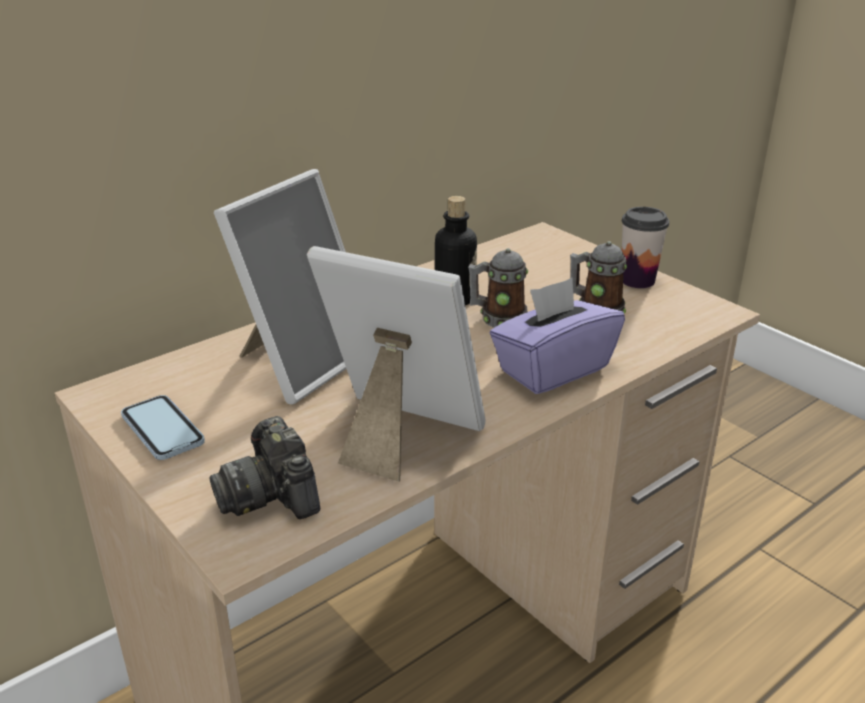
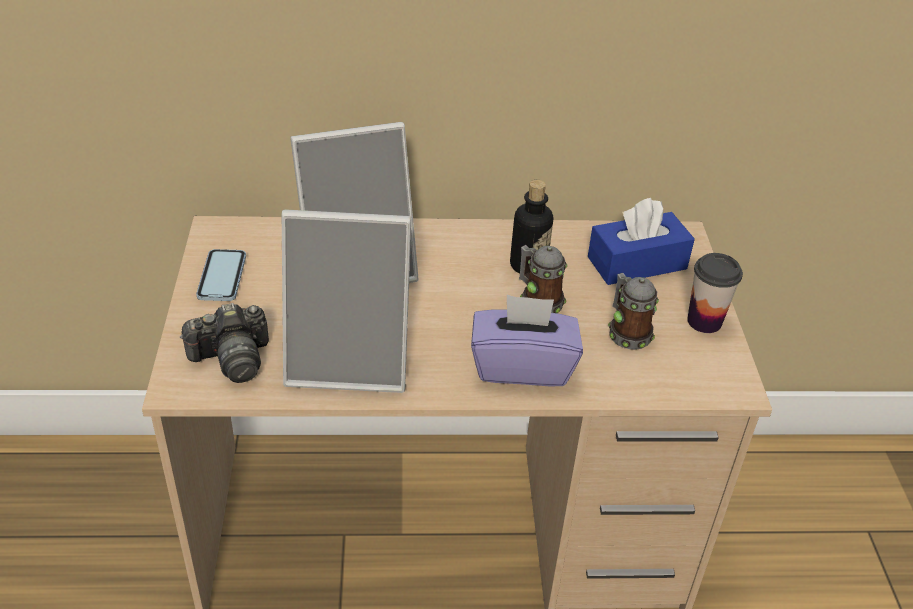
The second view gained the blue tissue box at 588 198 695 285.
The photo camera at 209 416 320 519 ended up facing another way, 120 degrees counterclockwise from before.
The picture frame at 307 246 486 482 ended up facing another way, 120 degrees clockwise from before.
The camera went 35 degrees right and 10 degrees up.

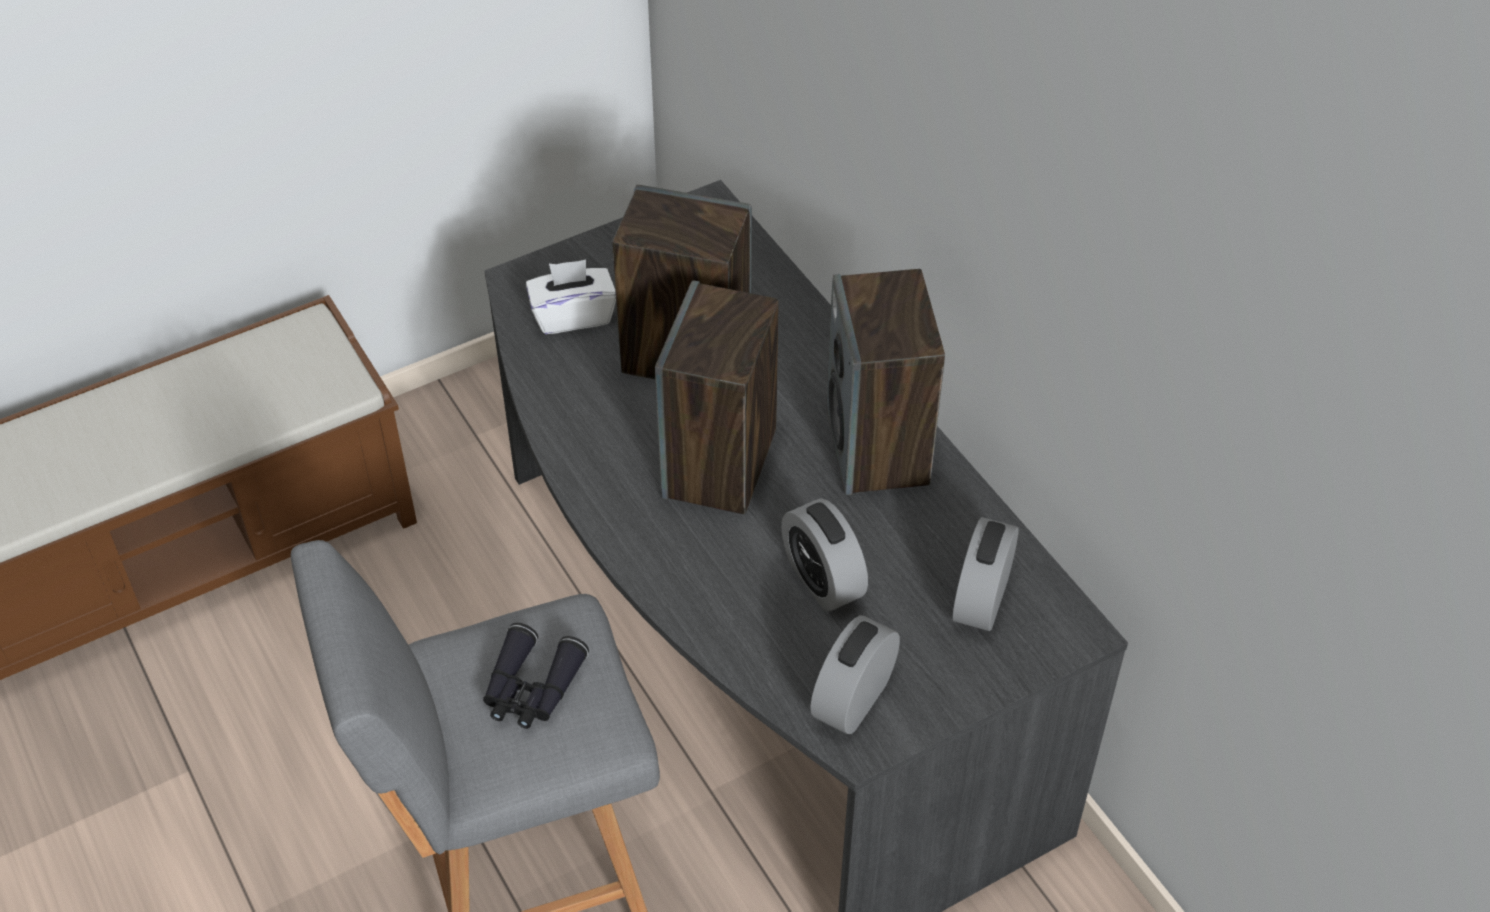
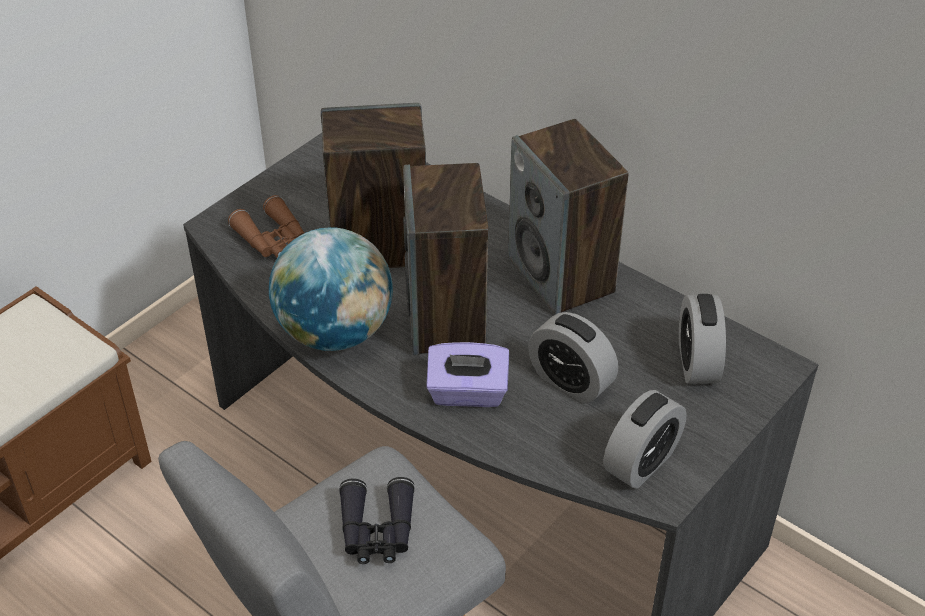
The second view gained the globe at 269 227 393 351.
The second view gained the purple tissue box at 426 342 509 407.
Where the white tissue box stood at 526 259 616 334, the brown binoculars came to stand at 228 195 304 258.
The alarm clock at 810 615 900 734 ended up facing another way, 150 degrees counterclockwise from before.
The camera went 20 degrees left and 5 degrees down.

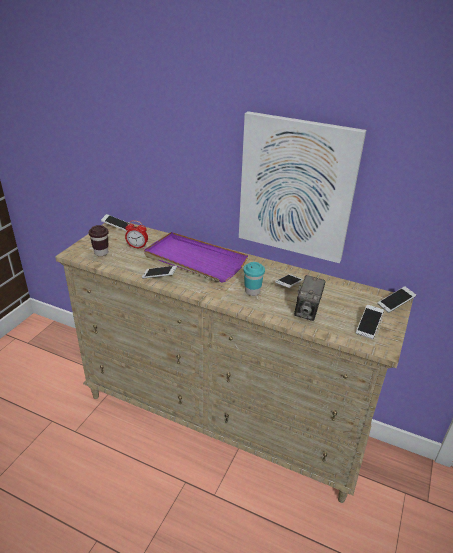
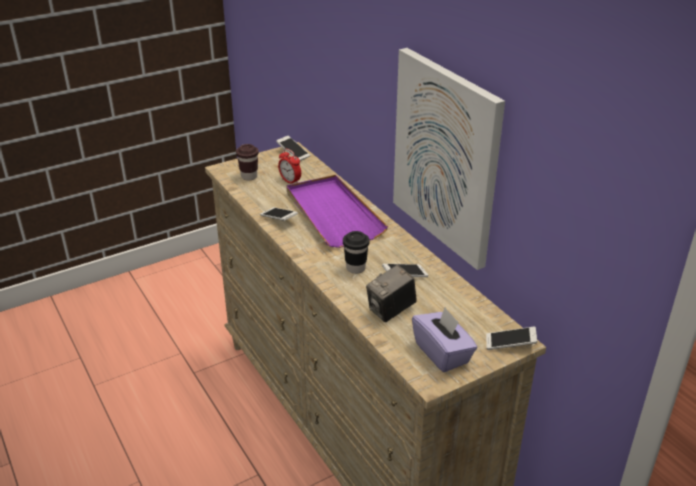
Where the phone stood at 356 305 384 339, the purple tissue box came to stand at 412 307 478 372.
What was the turquoise cup at 243 262 265 296 turned into the black cup at 343 231 370 274.
The camera went 35 degrees right and 0 degrees up.

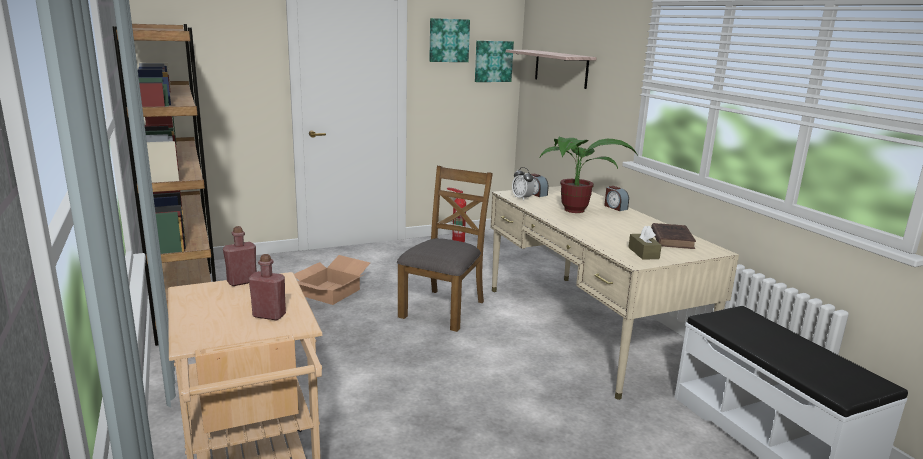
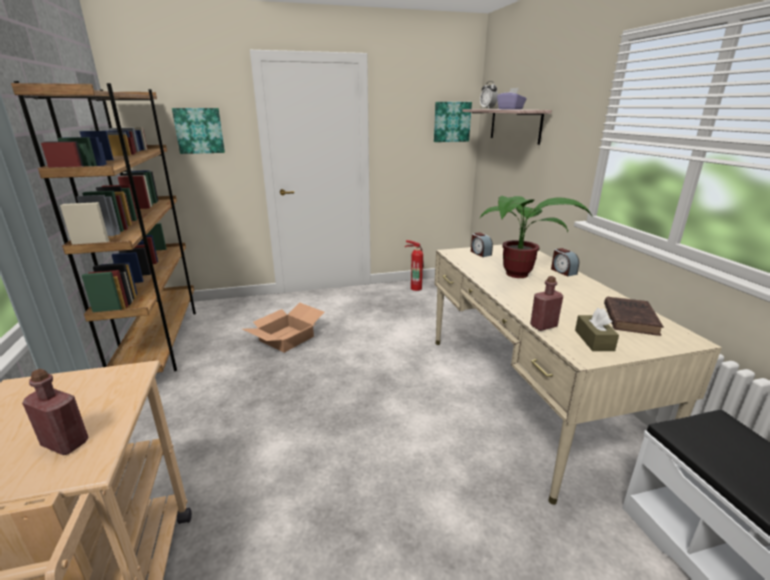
The second view lost the brown chair at 397 165 493 332.
The second view gained the purple tissue box at 497 88 526 110.
The red bottle ended up elsewhere, having gone from 223 226 257 286 to 530 276 563 331.
The picture ended up elsewhere, having gone from 429 18 470 62 to 172 108 225 154.
The alarm clock ended up elsewhere, having gone from 512 167 535 201 to 480 81 498 109.
The camera went 10 degrees right and 5 degrees up.

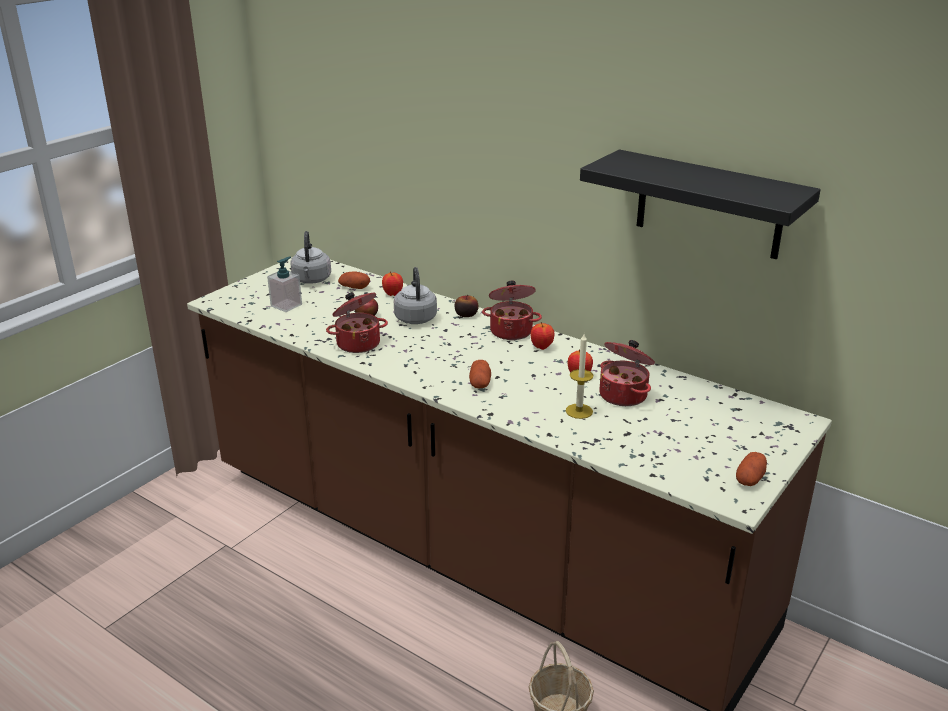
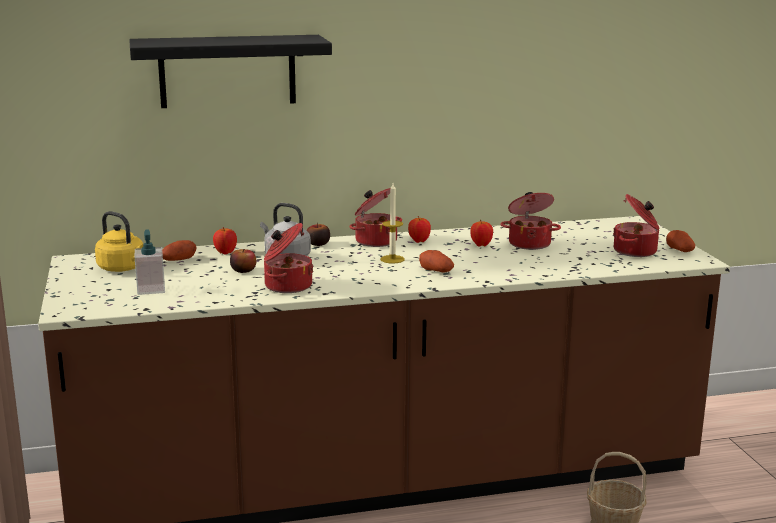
The second view gained the cooking pot at 613 194 660 257.
The candle ended up elsewhere, having gone from 566 334 593 419 to 380 183 405 264.
The black shelf ended up elsewhere, having gone from 580 150 821 260 to 130 35 332 108.
What was the grey kettle at 290 231 331 284 turned into the yellow kettle at 95 211 143 272.
The camera went 50 degrees left and 10 degrees down.

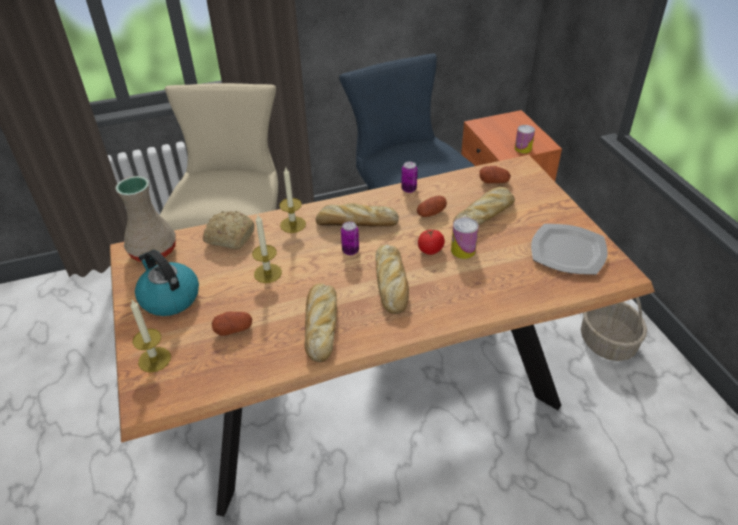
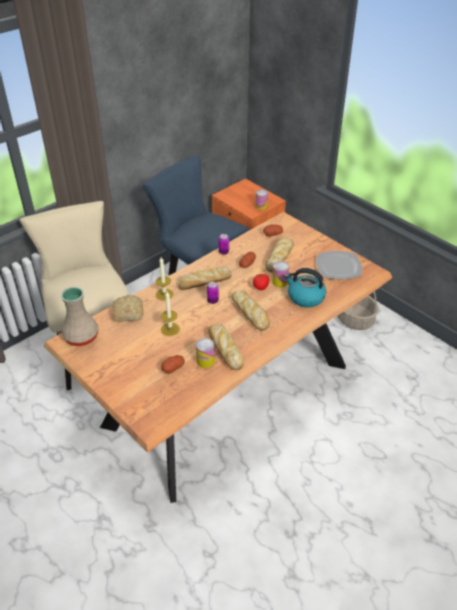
The second view lost the candle at 130 300 171 373.
The second view gained the can at 196 338 215 368.
The kettle ended up elsewhere, having gone from 135 250 199 316 to 284 268 326 307.
The camera went 25 degrees left and 0 degrees up.

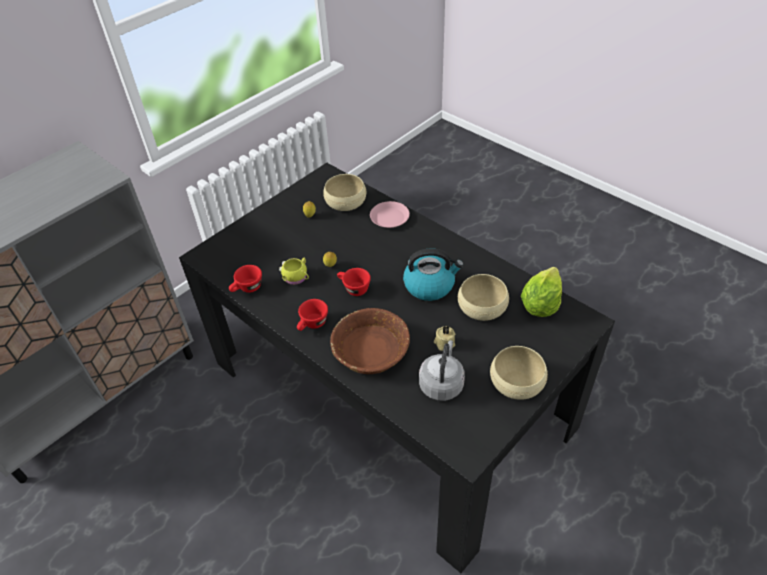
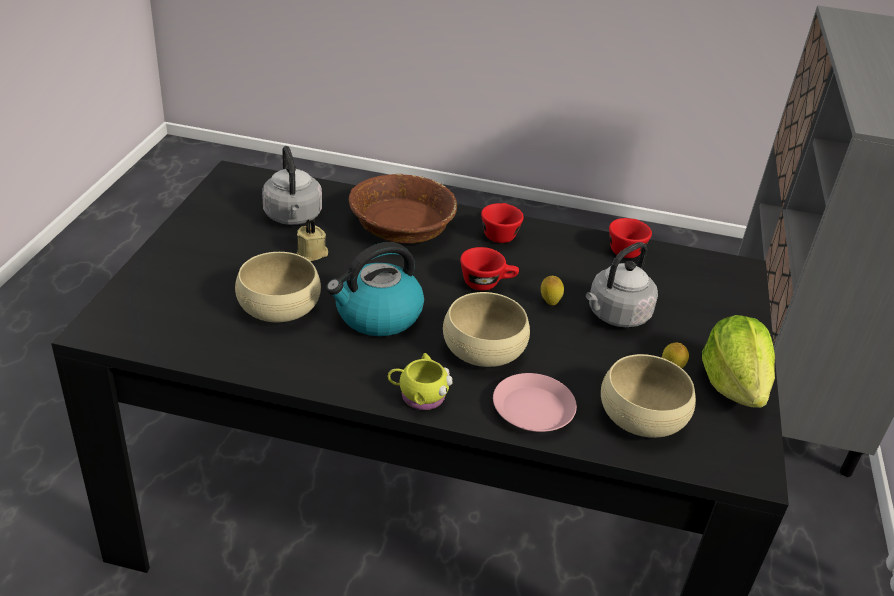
The second view gained the grey kettle at 586 242 658 327.
The yellow mug ended up elsewhere, having gone from 279 258 309 285 to 388 353 453 410.
The beige bowl ended up elsewhere, having gone from 490 346 548 400 to 443 292 530 367.
The lettuce ended up elsewhere, having gone from 521 267 562 317 to 702 315 775 408.
The camera went 145 degrees right and 10 degrees down.

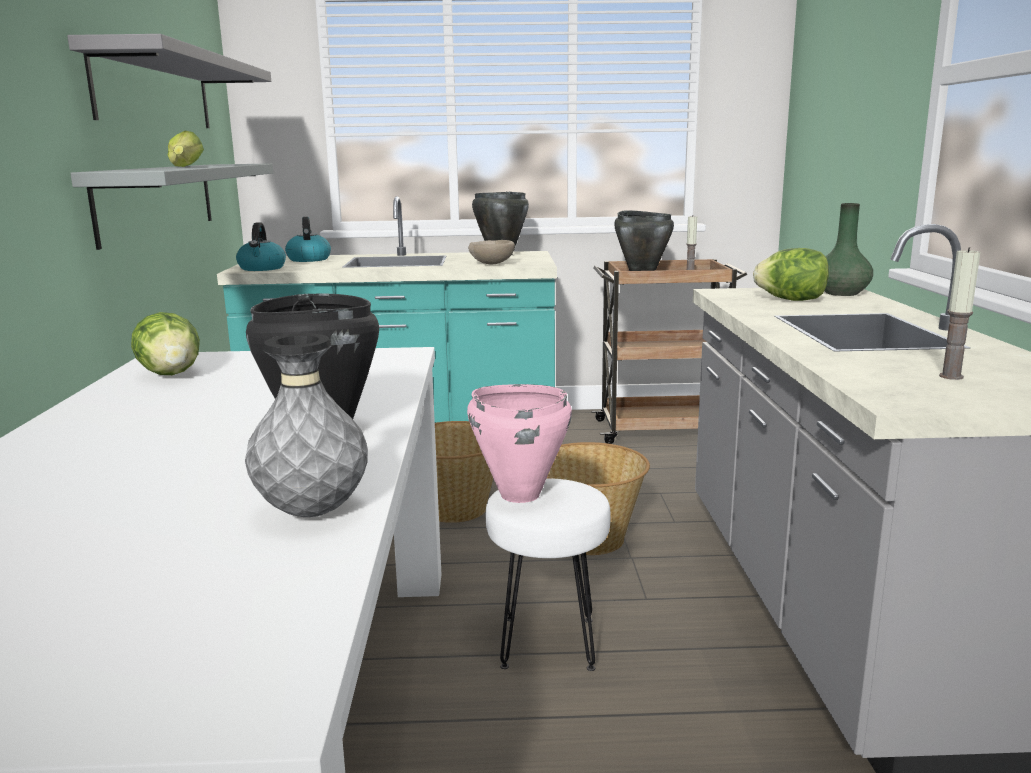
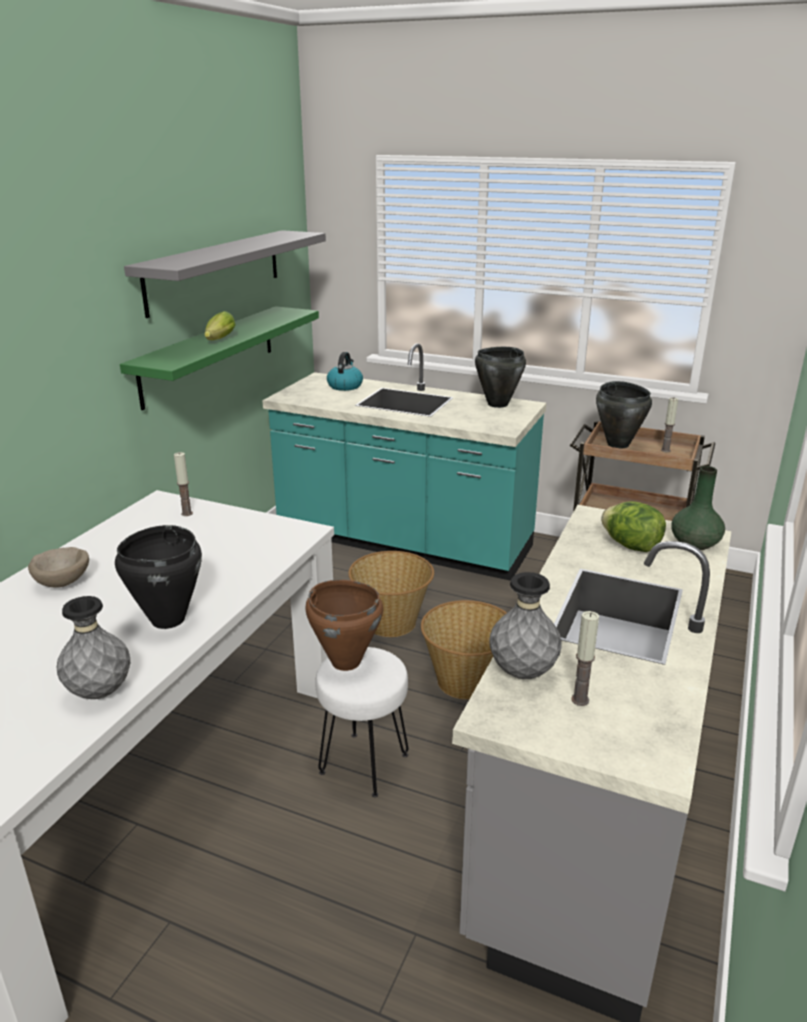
The second view lost the lettuce at 131 312 200 375.
The second view lost the kettle at 236 222 286 271.
The second view gained the candle at 174 452 193 516.
The second view gained the grey vase at 489 572 562 679.
The beige bowl ended up elsewhere, having gone from 468 240 515 264 to 28 547 89 587.
What was the grey shelf at 70 163 273 250 turned into the green shelf at 120 306 319 410.
What was the pink cooking pot at 467 384 572 503 turned into the brown cooking pot at 305 580 383 671.
The camera went 25 degrees right and 10 degrees up.

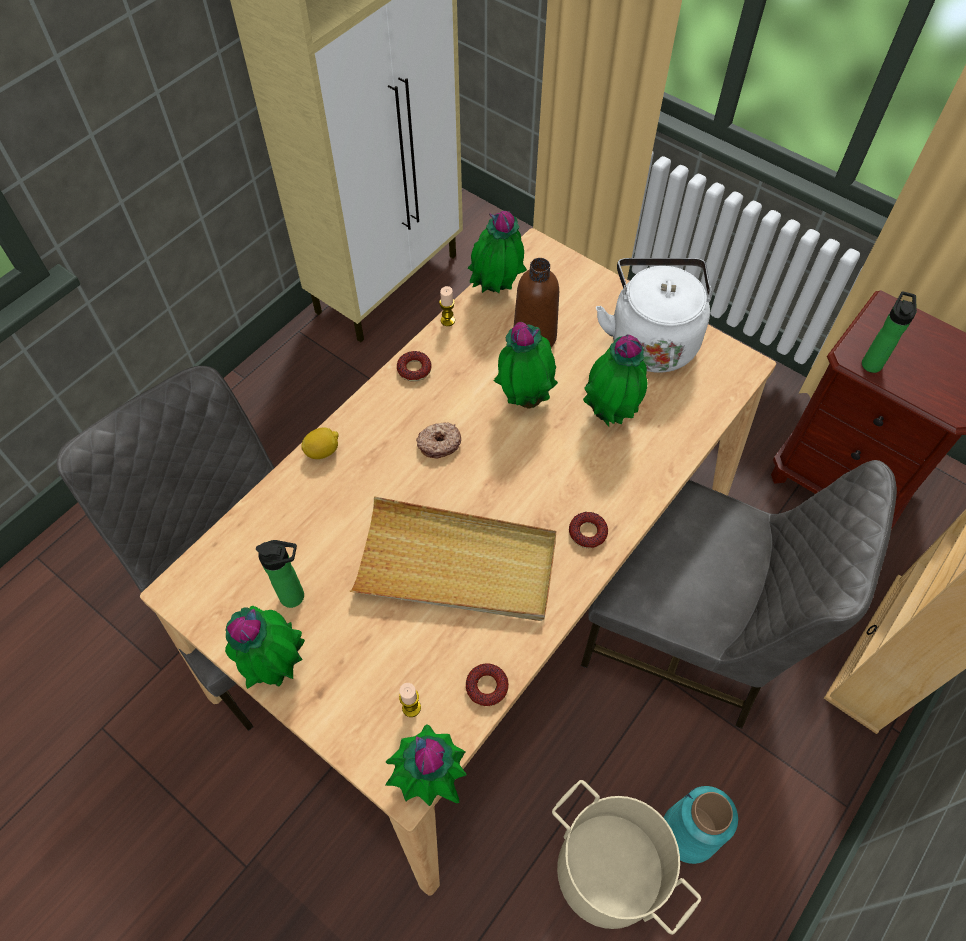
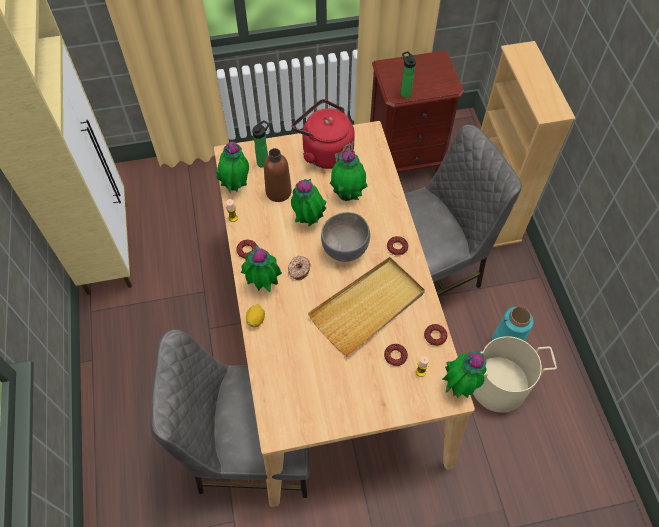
The second view gained the grey bowl at 321 212 370 262.
The second view gained the donut at 384 344 408 366.
The potted plant ended up elsewhere, having gone from 225 606 305 689 to 241 245 282 292.
The bottle ended up elsewhere, having gone from 256 540 304 608 to 252 120 269 168.
What was the white kettle at 596 258 711 373 turned into the red kettle at 291 99 355 169.
The camera went 50 degrees left and 0 degrees up.

